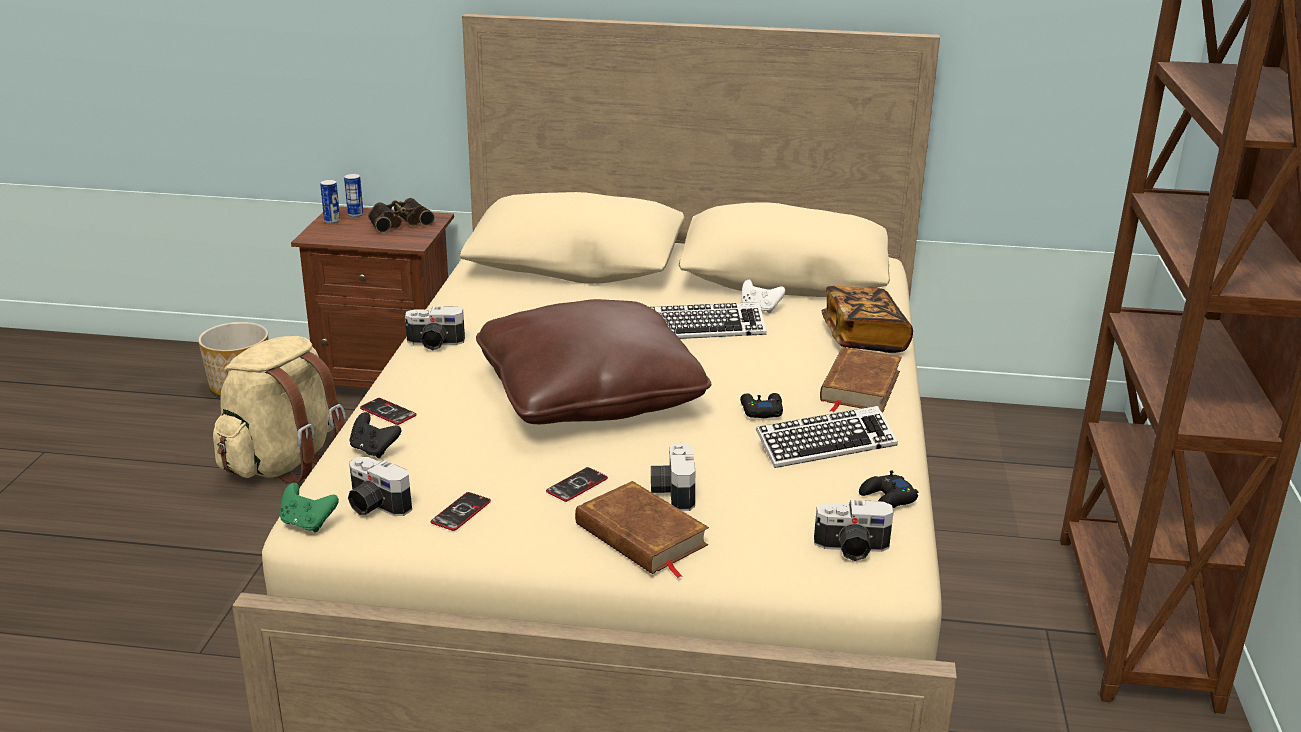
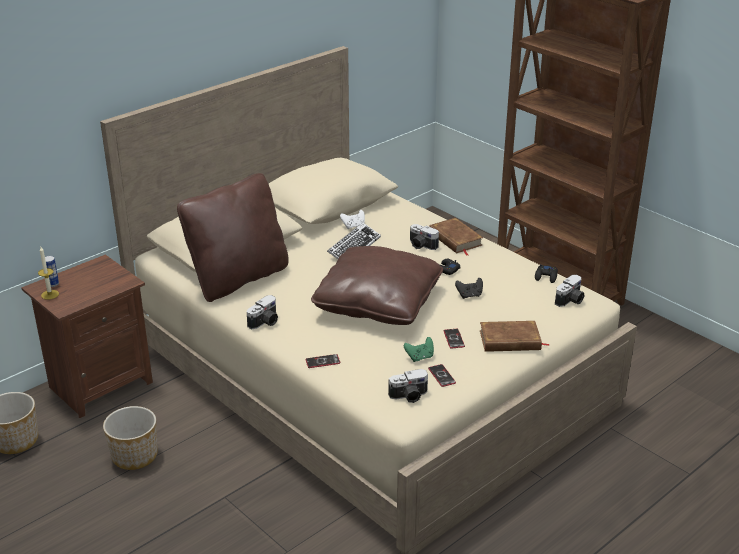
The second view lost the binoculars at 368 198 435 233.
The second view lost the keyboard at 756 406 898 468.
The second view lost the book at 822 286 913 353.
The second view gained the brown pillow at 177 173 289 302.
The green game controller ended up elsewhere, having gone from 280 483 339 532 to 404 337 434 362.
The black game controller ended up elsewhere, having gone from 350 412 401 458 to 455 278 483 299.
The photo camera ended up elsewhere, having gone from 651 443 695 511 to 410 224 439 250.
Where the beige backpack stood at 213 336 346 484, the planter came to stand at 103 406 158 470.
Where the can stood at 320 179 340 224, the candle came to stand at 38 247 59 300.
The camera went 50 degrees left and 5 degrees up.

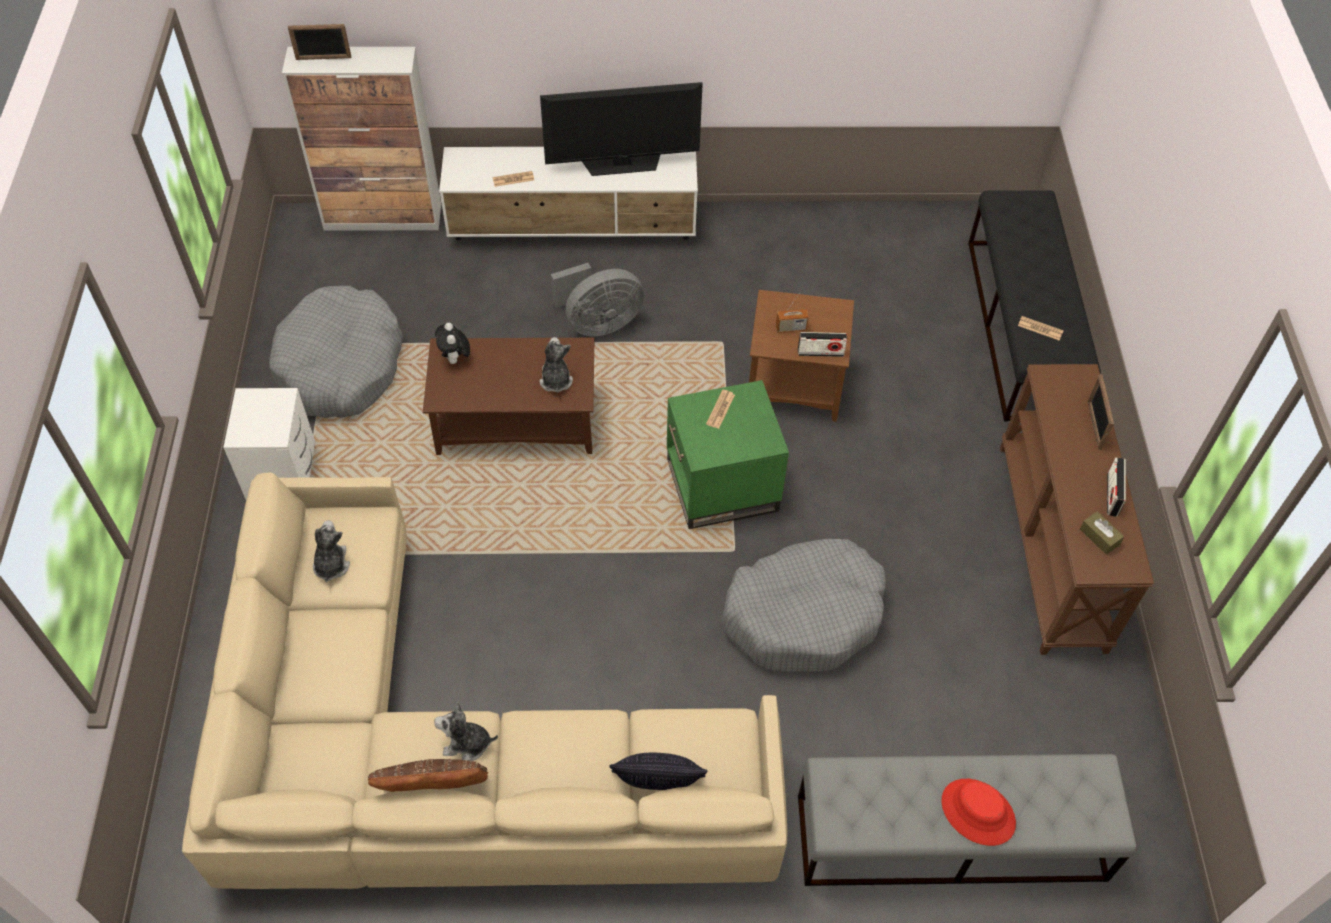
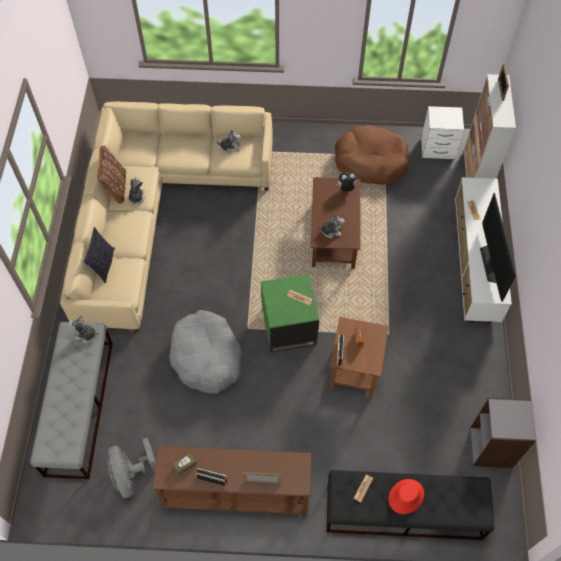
The second view gained the plush toy at 69 314 99 343.
The second view gained the grey bookcase at 471 398 536 468.
The white nightstand ended up elsewhere, having gone from 223 388 315 500 to 421 106 464 159.
The grey fan ended up elsewhere, having gone from 551 263 644 336 to 107 438 156 498.
The red hat ended up elsewhere, having gone from 941 779 1016 846 to 389 479 424 514.
What was the grey dog bed at 269 286 403 418 turned into the brown dog bed at 335 125 409 185.
The camera went 95 degrees right and 5 degrees up.

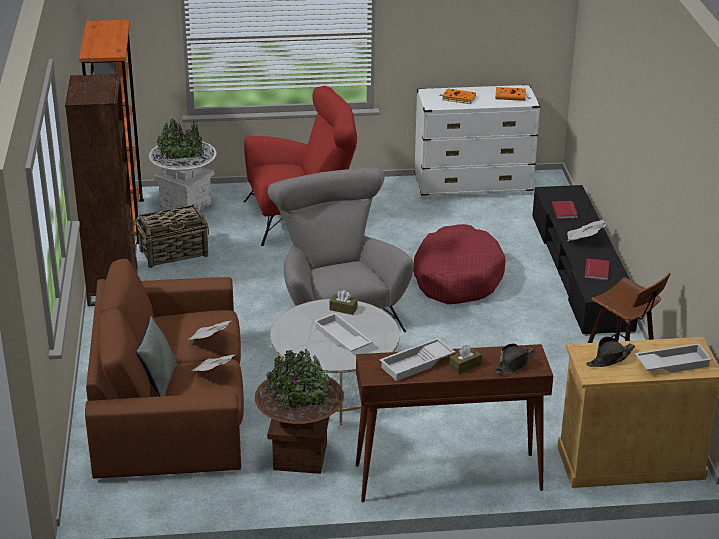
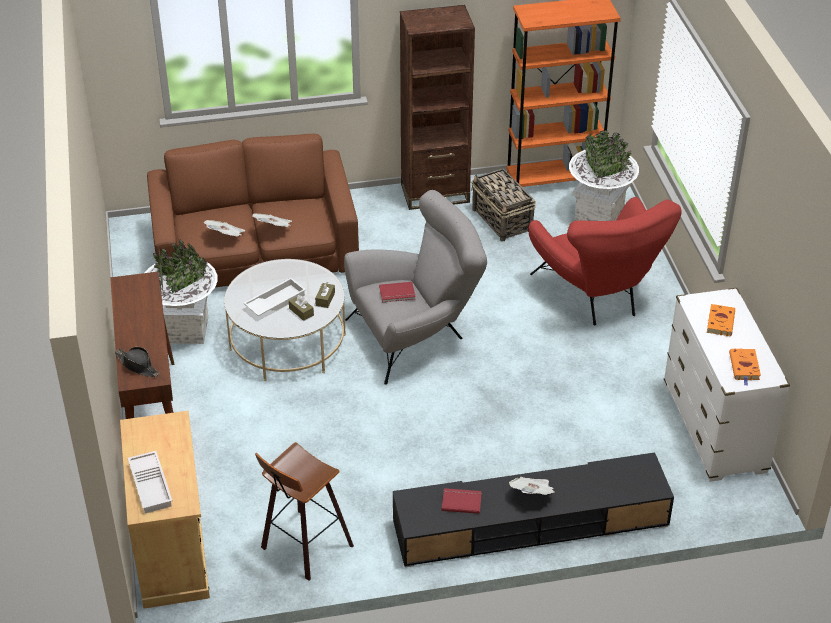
The second view lost the grey pillow at 136 316 177 396.
The second view lost the white tray at 380 338 455 381.
The second view lost the red dog bed at 413 224 505 304.
The second view lost the black hat at 586 337 635 367.
The brown tissue box ended up elsewhere, having gone from 449 345 482 374 to 289 295 314 321.
The red book ended up elsewhere, having gone from 552 201 578 219 to 379 282 415 302.
What was the brown planter at 255 350 344 474 turned into the white planter at 145 239 218 344.
The camera went 85 degrees right and 10 degrees up.

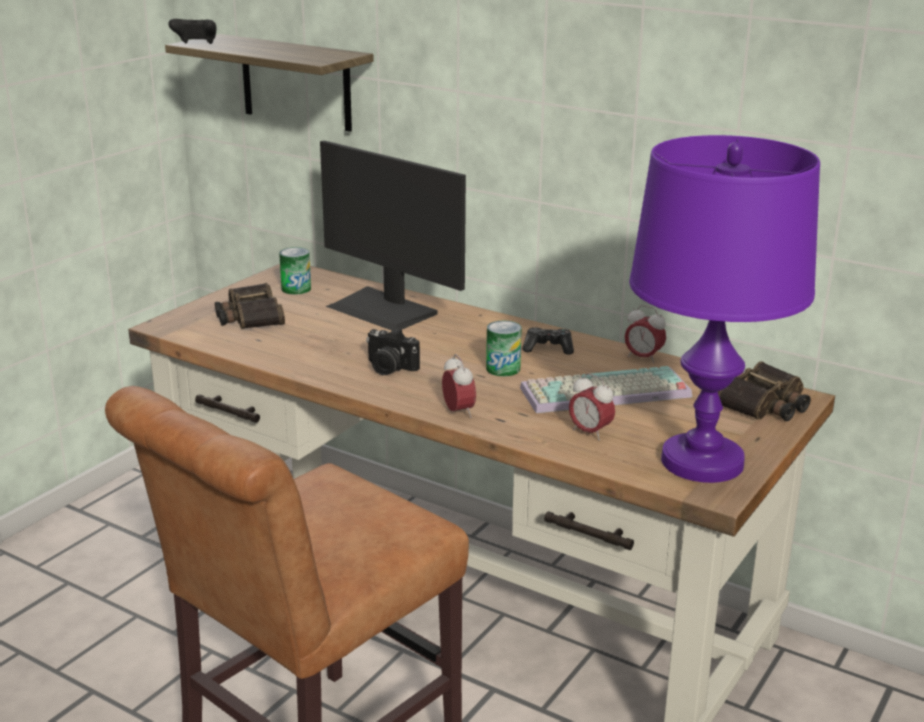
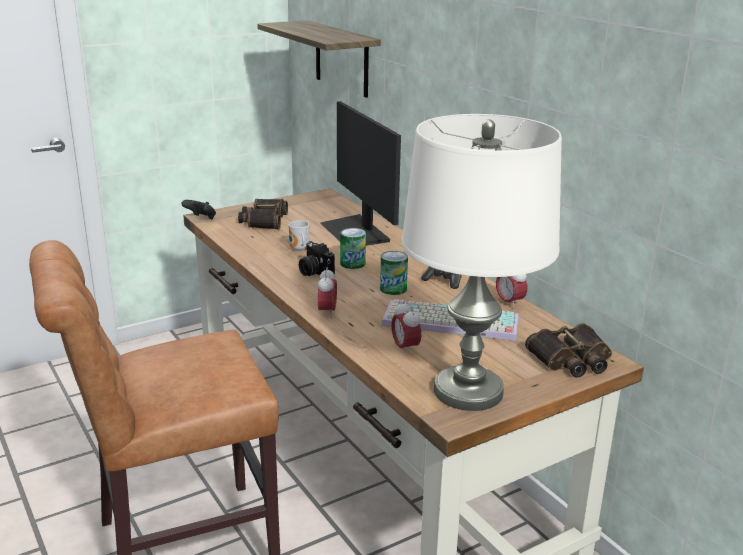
The second view gained the mug at 289 221 309 251.
The black game controller ended up elsewhere, having gone from 168 19 217 44 to 181 200 216 219.
The can ended up elsewhere, having gone from 279 247 311 294 to 340 228 366 269.
What was the purple table lamp at 629 135 820 483 turned into the white table lamp at 401 114 562 411.
The camera went 25 degrees right and 0 degrees up.

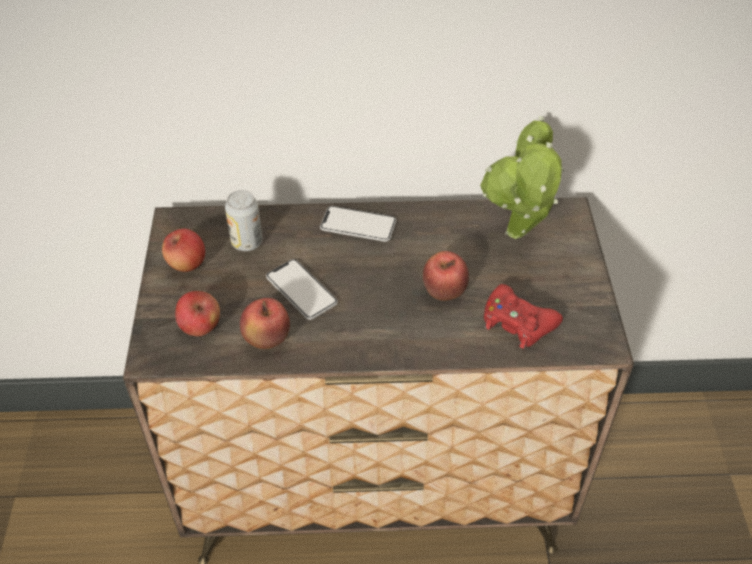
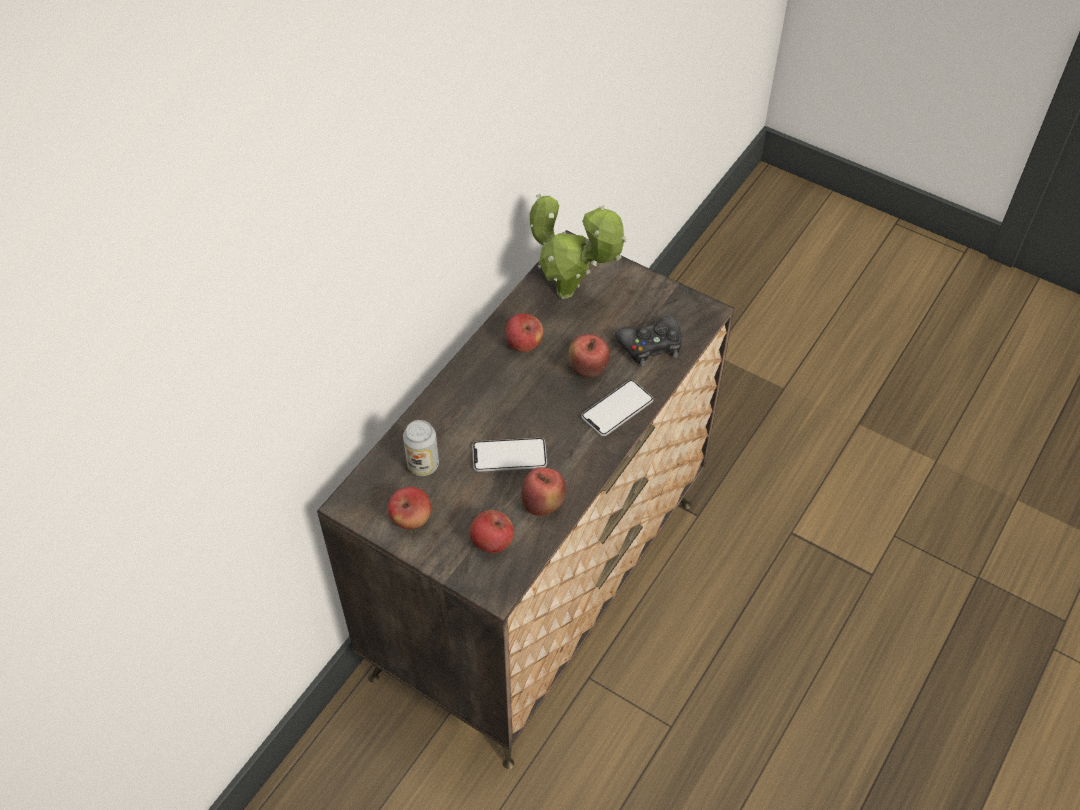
The second view gained the apple at 506 313 543 352.
The phone ended up elsewhere, having gone from 320 206 397 242 to 581 380 654 436.
What was the red game controller at 484 284 563 349 turned into the black game controller at 615 316 682 366.
The camera went 55 degrees left and 5 degrees up.

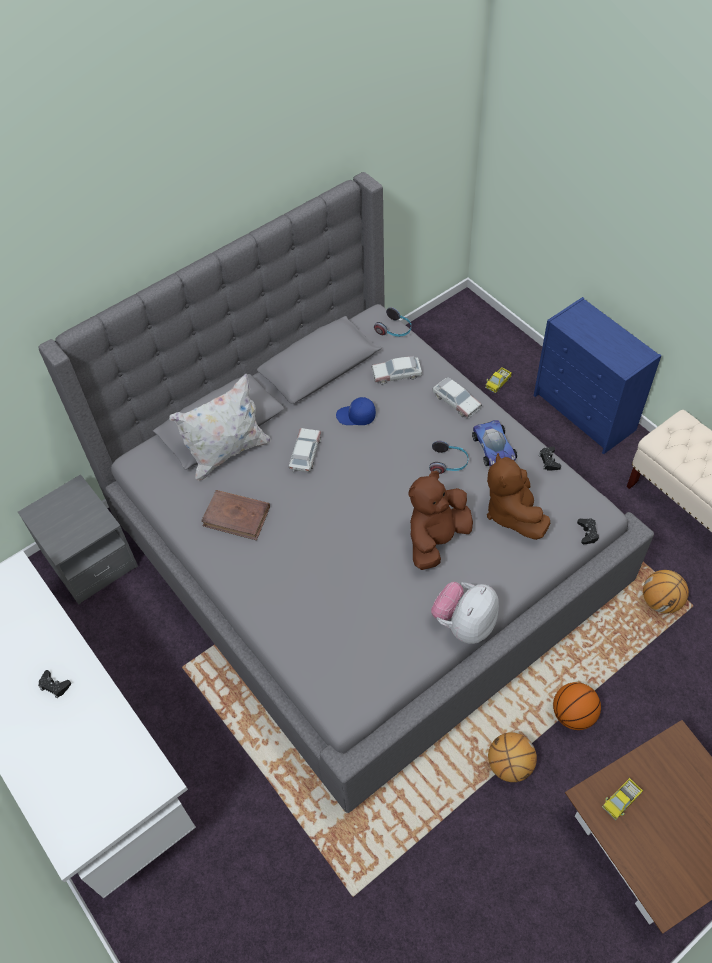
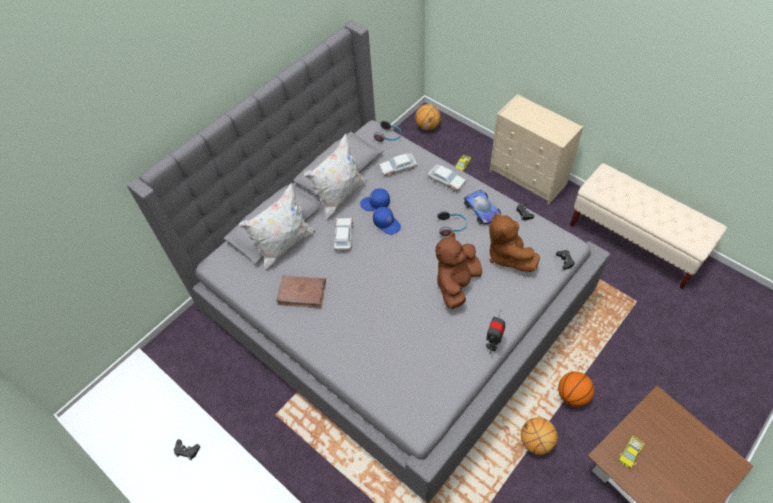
The second view lost the grey nightstand at 18 474 138 605.
The second view gained the white pillow at 304 134 367 220.
The second view gained the blue cap at 373 207 401 235.
The basketball ended up elsewhere, having gone from 643 570 689 614 to 415 104 441 130.
Where the plush toy stood at 431 582 499 644, the toy robot came to stand at 486 310 505 354.
What was the blue dresser at 534 297 661 454 turned into the beige dresser at 490 94 583 205.
The camera went 10 degrees left and 0 degrees up.

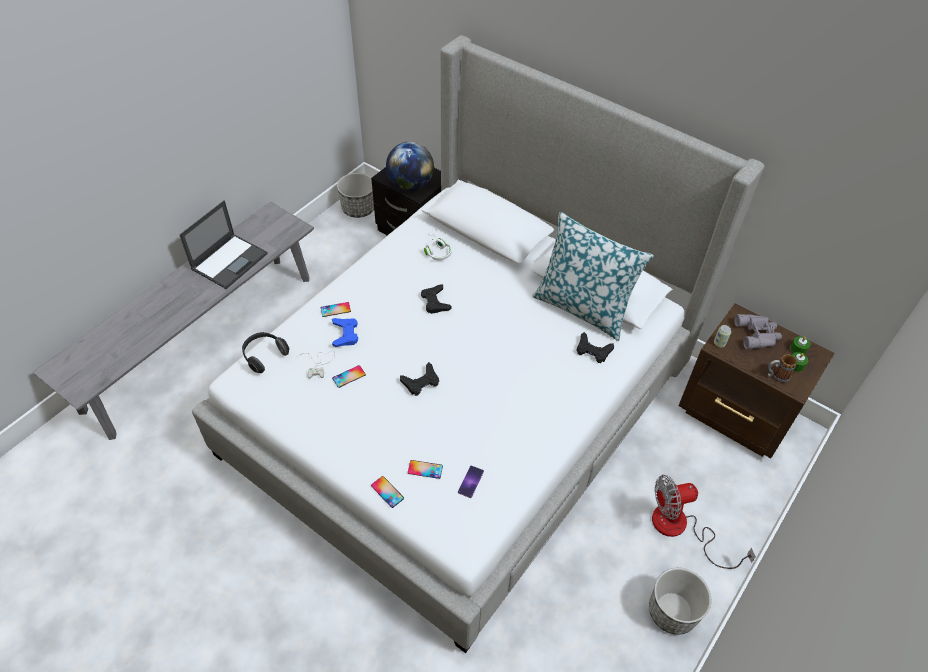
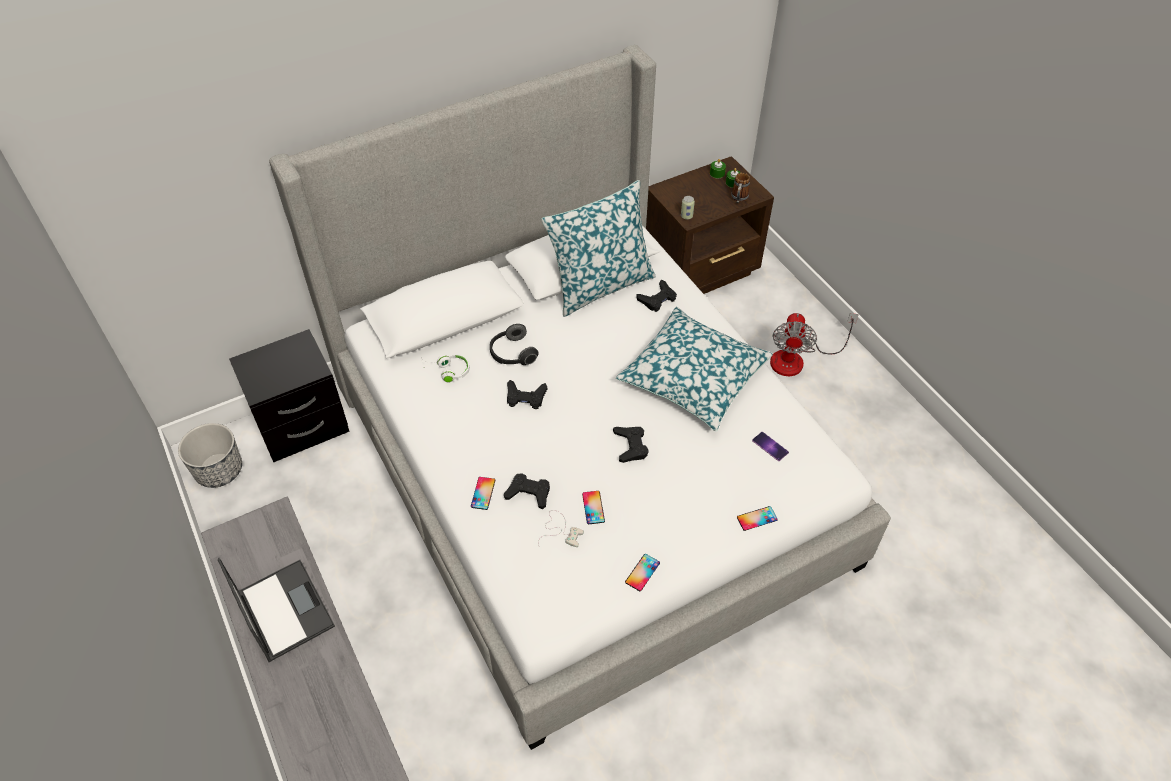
The second view lost the globe at 386 142 434 191.
The second view lost the planter at 649 568 711 635.
The second view lost the grey binoculars at 734 314 782 349.
The second view gained the pillow at 616 307 773 431.
The headphones ended up elsewhere, having gone from 242 332 289 373 to 490 324 538 365.
The phone ended up elsewhere, having gone from 408 460 443 479 to 625 554 660 591.
What was the blue game controller at 332 318 358 347 turned into the black game controller at 504 473 550 509.
The camera went 65 degrees left and 0 degrees up.

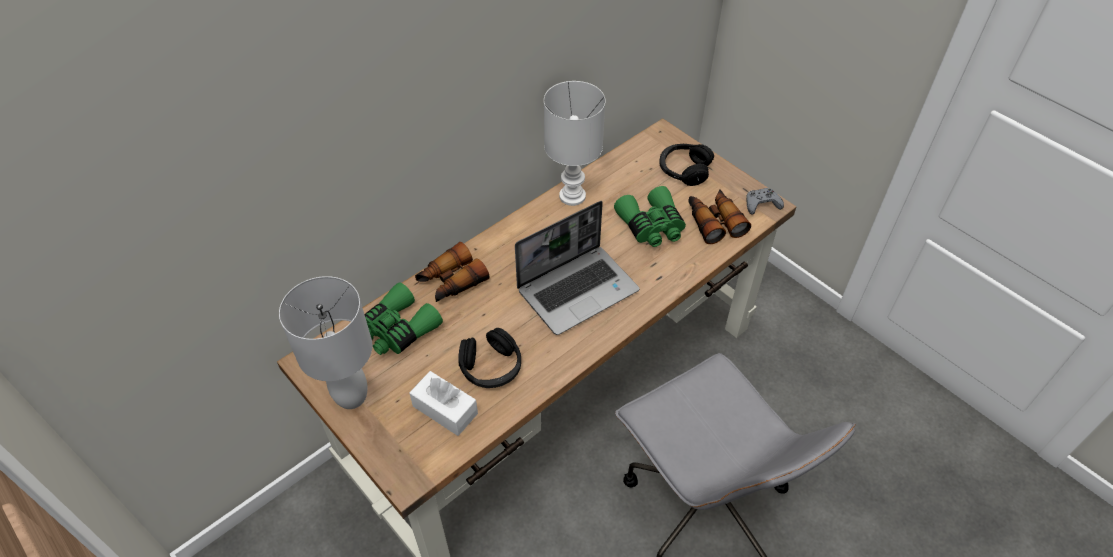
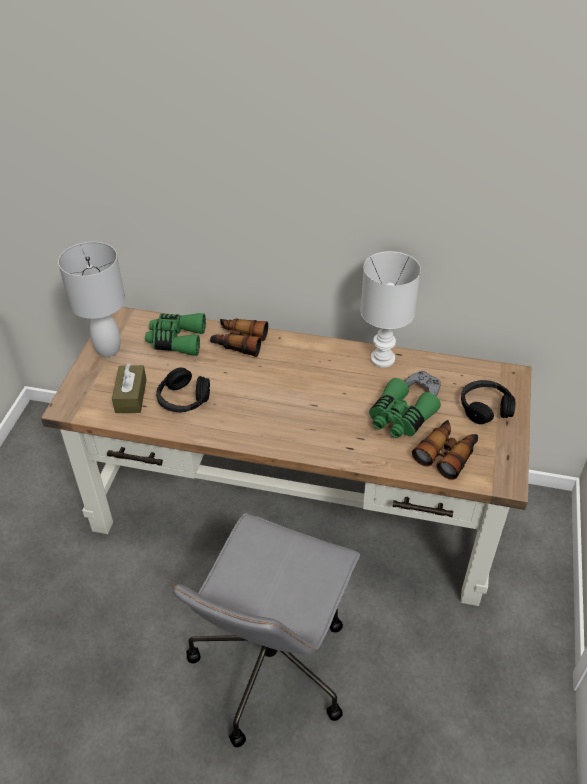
The second view lost the laptop at 515 201 640 335.
The grey game controller ended up elsewhere, having gone from 746 188 784 215 to 405 371 441 396.
What was the white tissue box at 409 371 478 436 turned into the brown tissue box at 112 363 147 413.
The camera went 55 degrees right and 5 degrees down.

